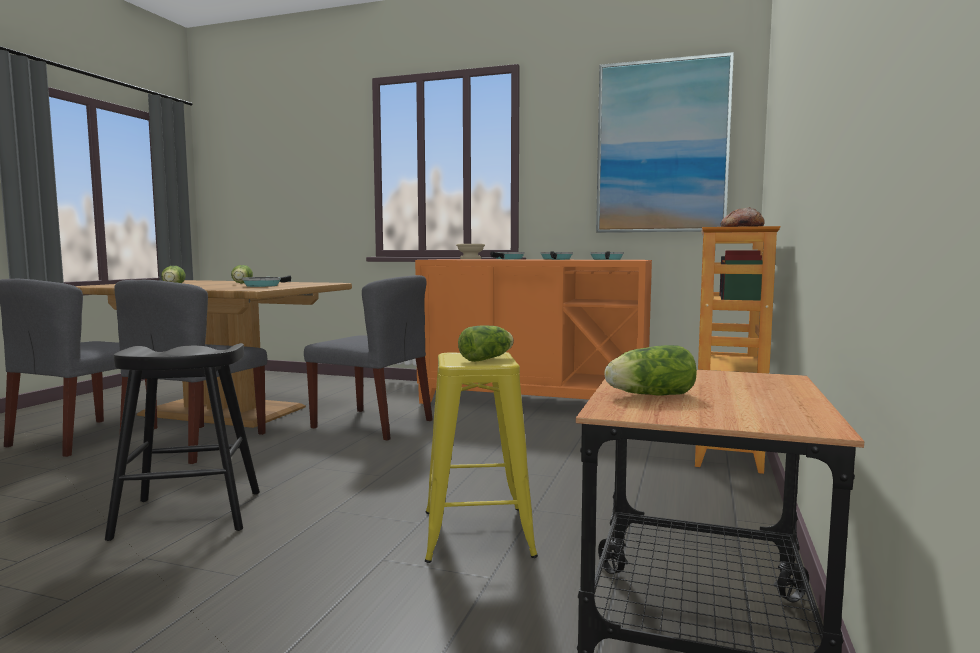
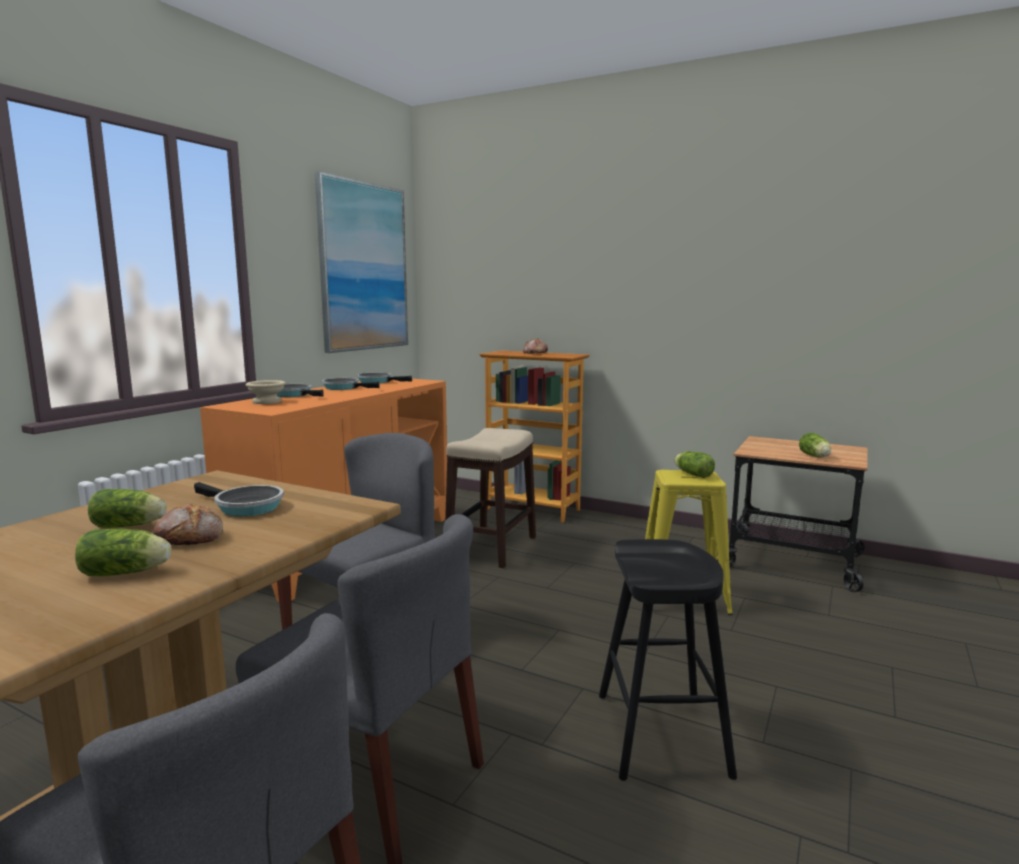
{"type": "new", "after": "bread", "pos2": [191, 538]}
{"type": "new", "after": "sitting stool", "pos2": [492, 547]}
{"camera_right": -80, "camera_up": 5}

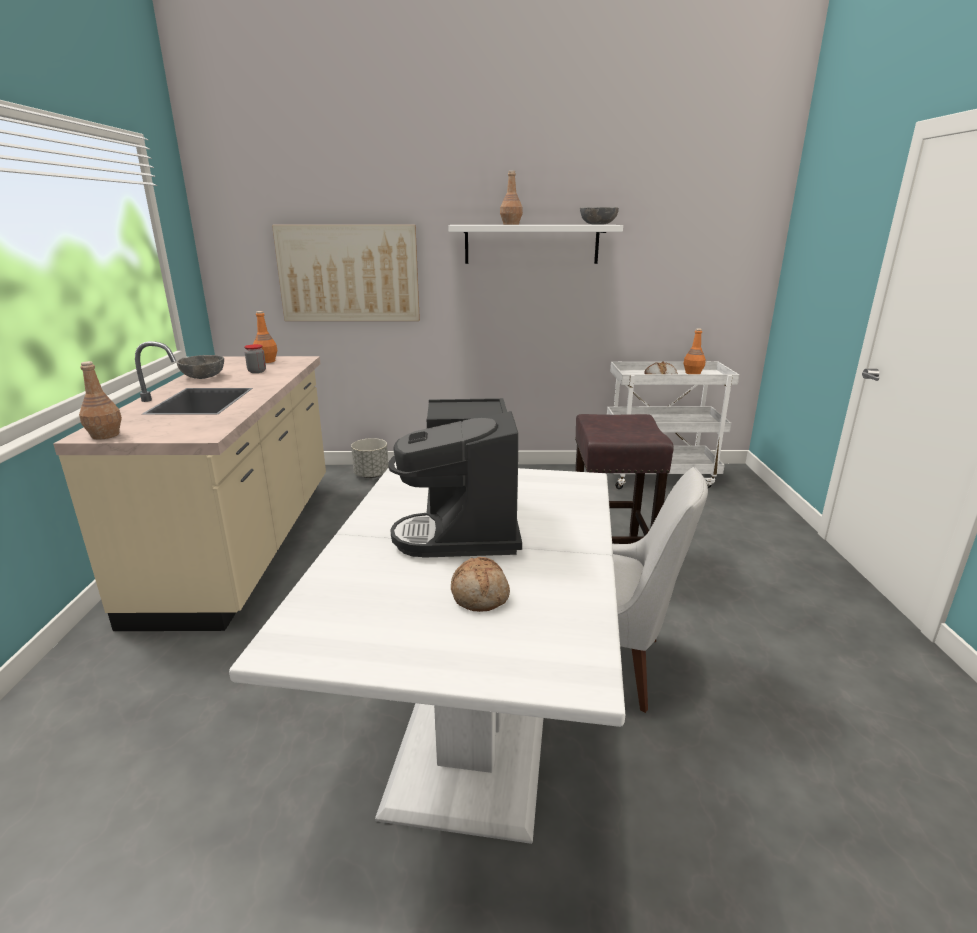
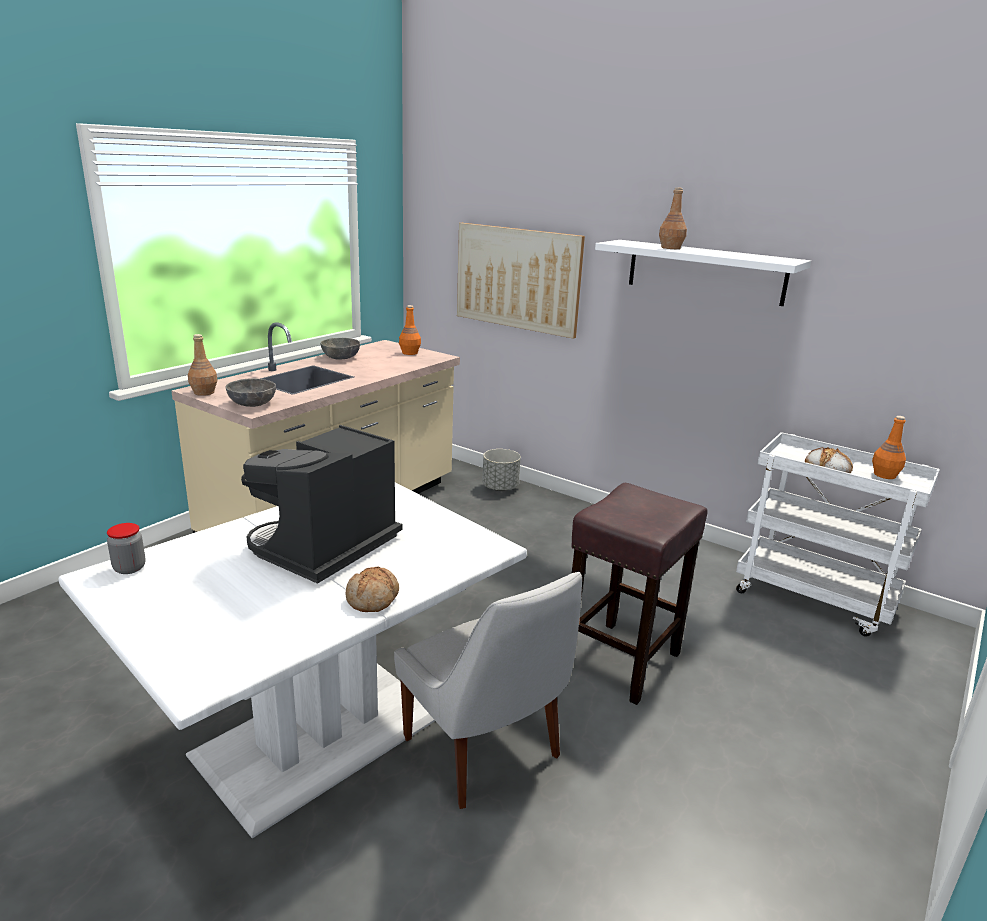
{"type": "shifted", "before": "preserve jar", "pos1": [257, 371], "pos2": [129, 568]}
{"type": "shifted", "before": "bread", "pos1": [480, 595], "pos2": [373, 599]}
{"type": "shifted", "before": "gray bowl", "pos1": [598, 224], "pos2": [252, 404]}
{"camera_right": 35, "camera_up": 0}

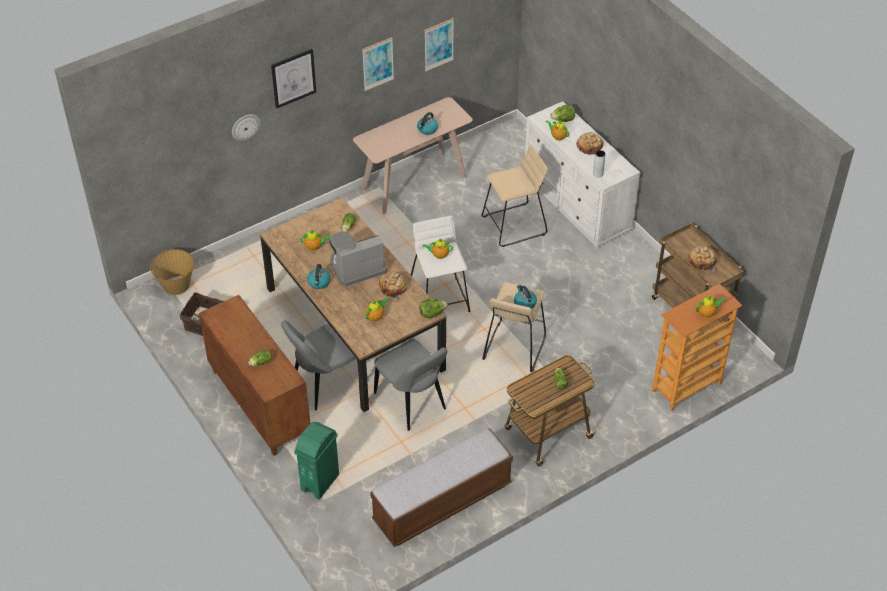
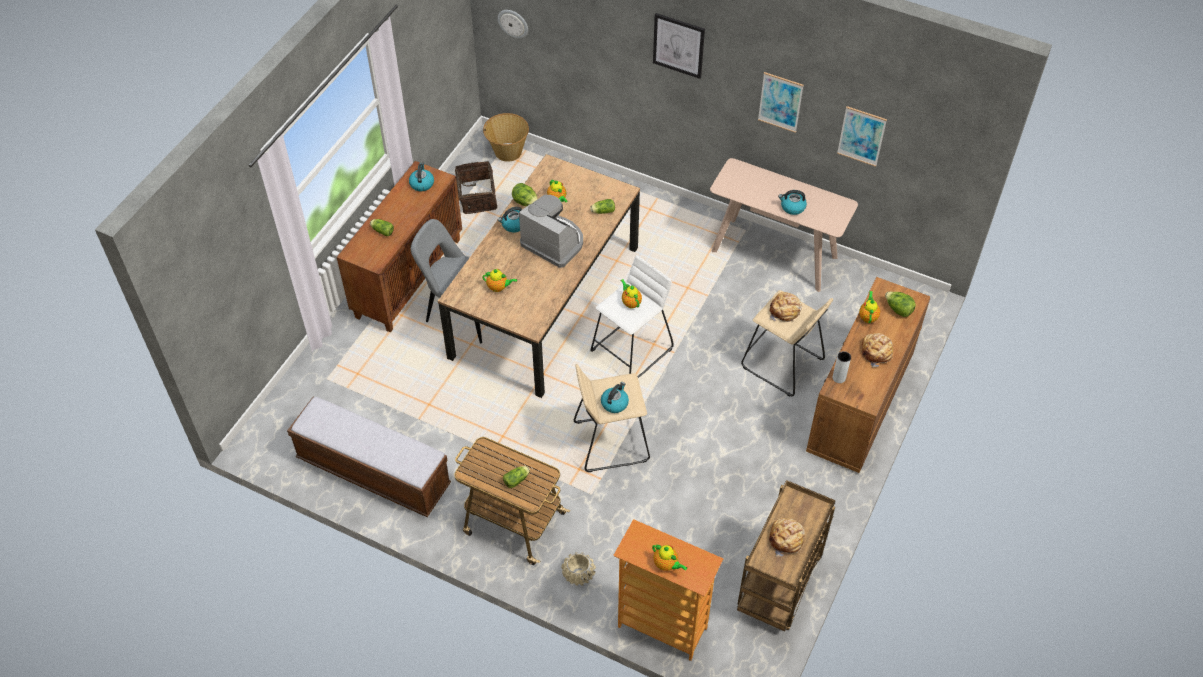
{"type": "gone", "before": "green trash can", "pos1": [320, 482]}
{"type": "gone", "before": "gray plain chair", "pos1": [412, 403]}
{"type": "new", "after": "water kettle", "pos2": [422, 183]}
{"type": "new", "after": "sand-coloured planter", "pos2": [578, 574]}
{"type": "shifted", "before": "wall clock", "pos1": [245, 126], "pos2": [513, 23]}
{"type": "shifted", "before": "bread", "pos1": [393, 287], "pos2": [785, 311]}
{"type": "shifted", "before": "lettuce", "pos1": [432, 313], "pos2": [525, 202]}
{"type": "repainted", "before": "white-coloured chest of drawers", "after": "brownish chest of drawers", "pos1": [577, 204], "pos2": [859, 405]}
{"camera_right": 60, "camera_up": 5}

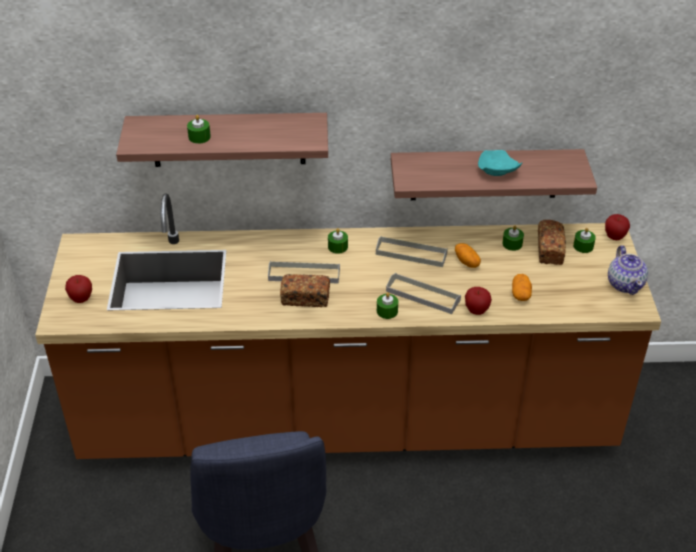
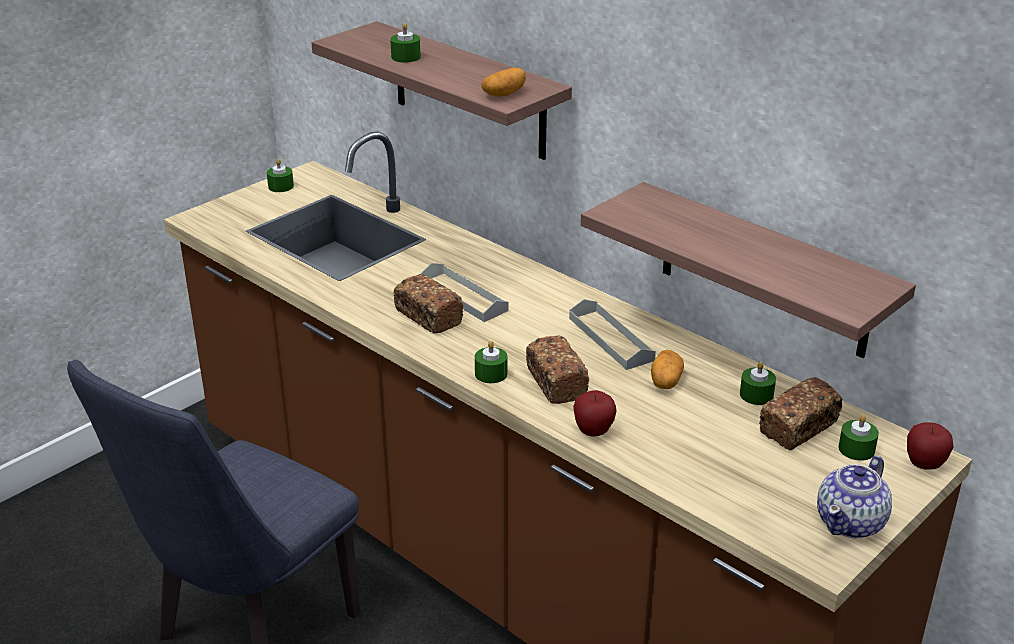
{"type": "gone", "before": "whole apple", "pos1": [81, 299]}
{"type": "gone", "before": "turquoise-coloured dinner plate", "pos1": [496, 171]}
{"type": "shifted", "before": "green wax light", "pos1": [338, 247], "pos2": [281, 186]}
{"type": "shifted", "before": "whole potato", "pos1": [520, 294], "pos2": [504, 94]}
{"type": "swapped", "before": "gray carrying tray", "after": "bread", "pos1": [423, 295], "pos2": [555, 383]}
{"camera_right": 45, "camera_up": -10}

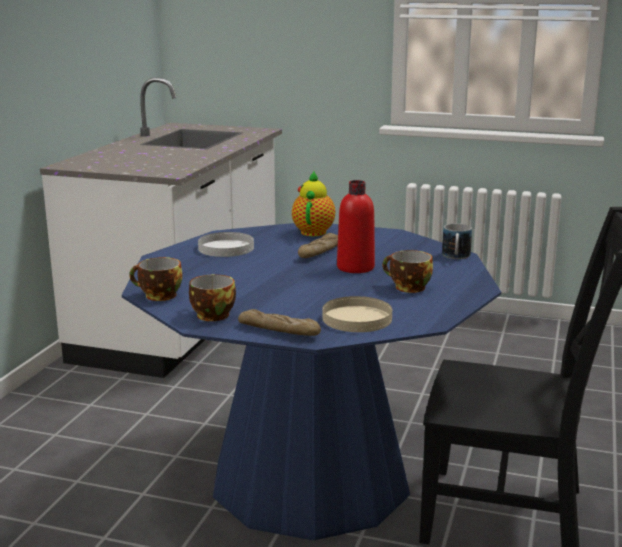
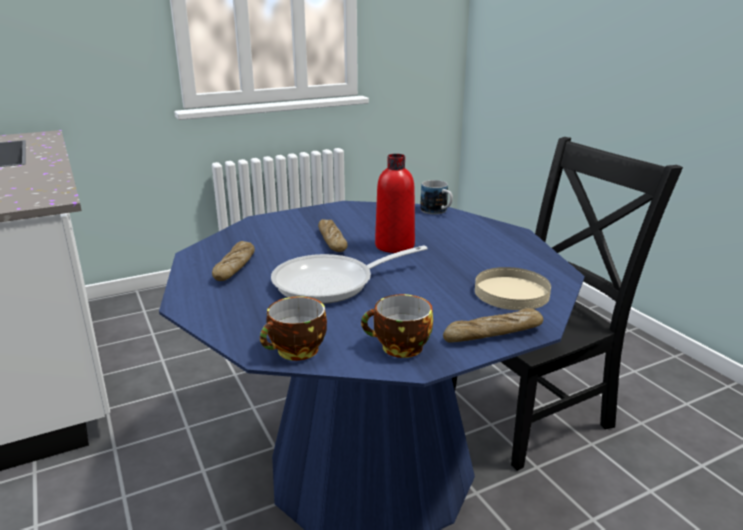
{"type": "gone", "before": "teapot", "pos1": [314, 231]}
{"type": "gone", "before": "small cup", "pos1": [407, 288]}
{"type": "new", "after": "frying pan", "pos2": [332, 284]}
{"type": "swapped", "before": "white-coloured dinner plate", "after": "bread", "pos1": [225, 248], "pos2": [235, 267]}
{"camera_right": -45, "camera_up": 5}

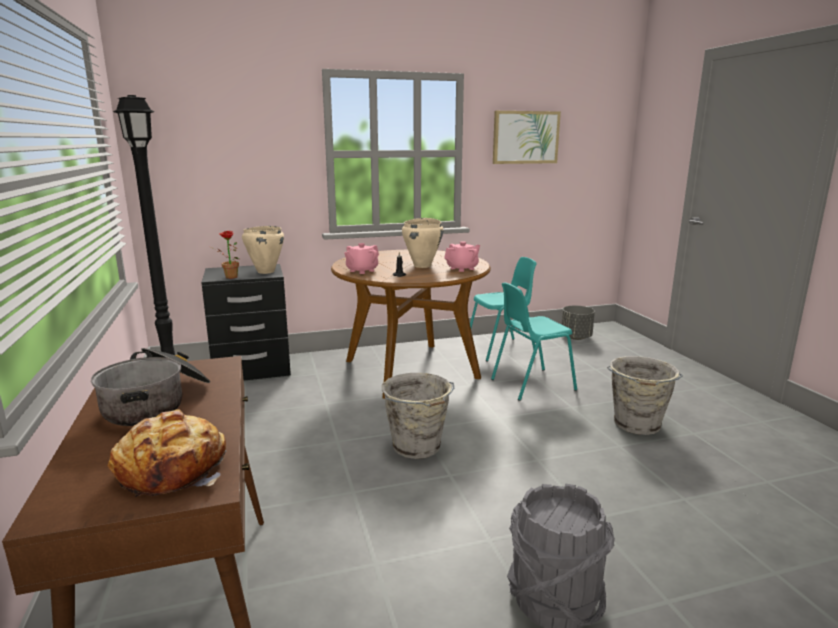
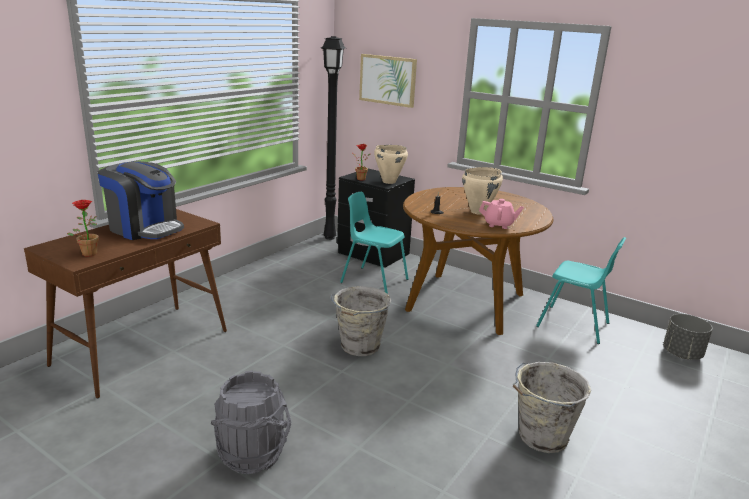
{"type": "gone", "before": "pinkish teapot", "pos1": [362, 271]}
{"type": "shifted", "before": "turquoise-coloured plain chair", "pos1": [531, 384], "pos2": [373, 281]}
{"type": "shifted", "before": "wall art", "pos1": [525, 137], "pos2": [388, 80]}
{"type": "swapped", "before": "saucepot", "after": "coffee brewer", "pos1": [157, 403], "pos2": [145, 228]}
{"type": "swapped", "before": "bread", "after": "plant in a pot", "pos1": [173, 469], "pos2": [88, 252]}
{"camera_right": 50, "camera_up": 5}

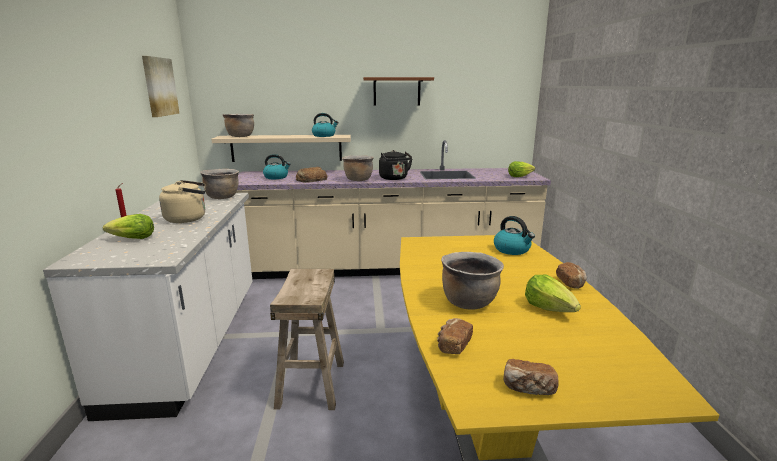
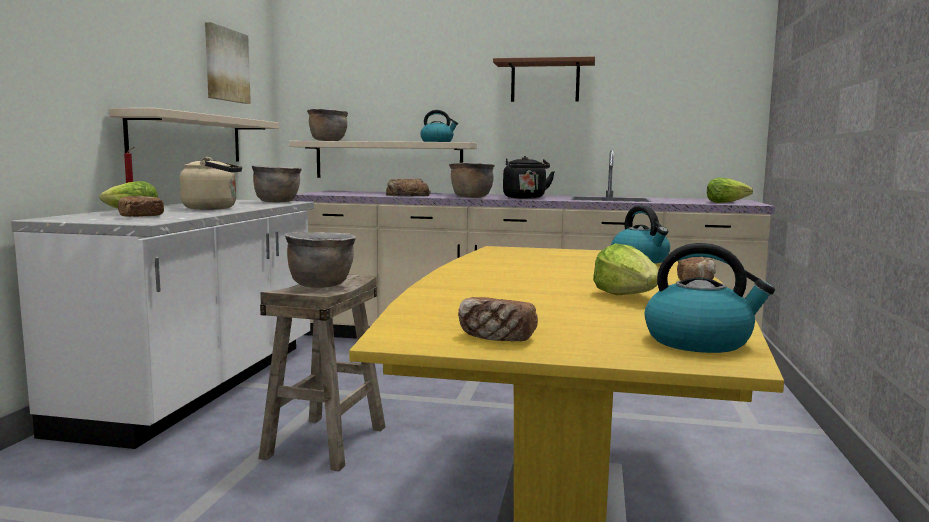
{"type": "new", "after": "sand-coloured wall shelf", "pos2": [188, 139]}
{"type": "shifted", "before": "water kettle", "pos1": [276, 177], "pos2": [699, 341]}
{"type": "shifted", "before": "bread", "pos1": [453, 345], "pos2": [141, 216]}
{"type": "shifted", "before": "brownish saucepot", "pos1": [469, 302], "pos2": [321, 285]}
{"camera_right": 15, "camera_up": -10}

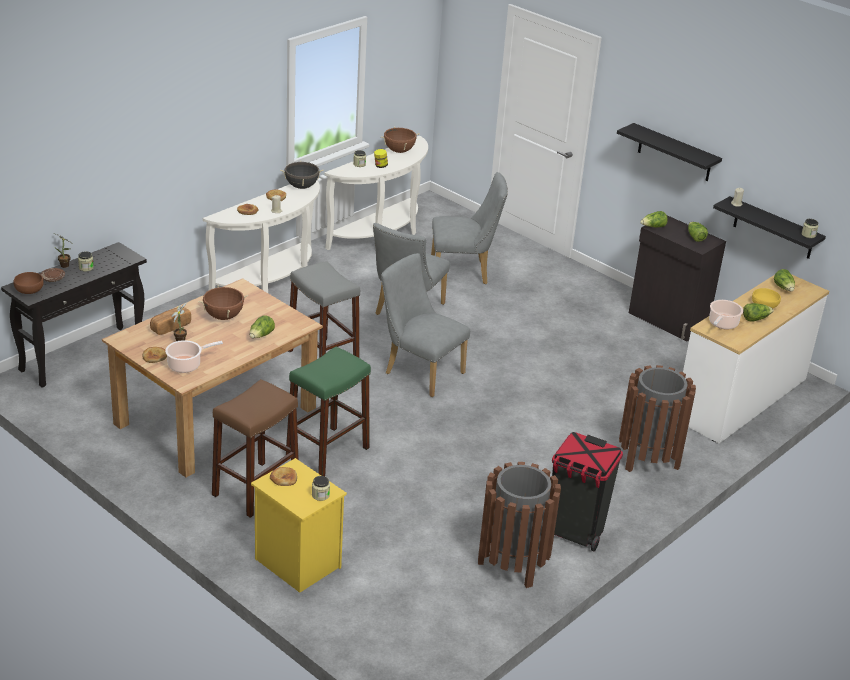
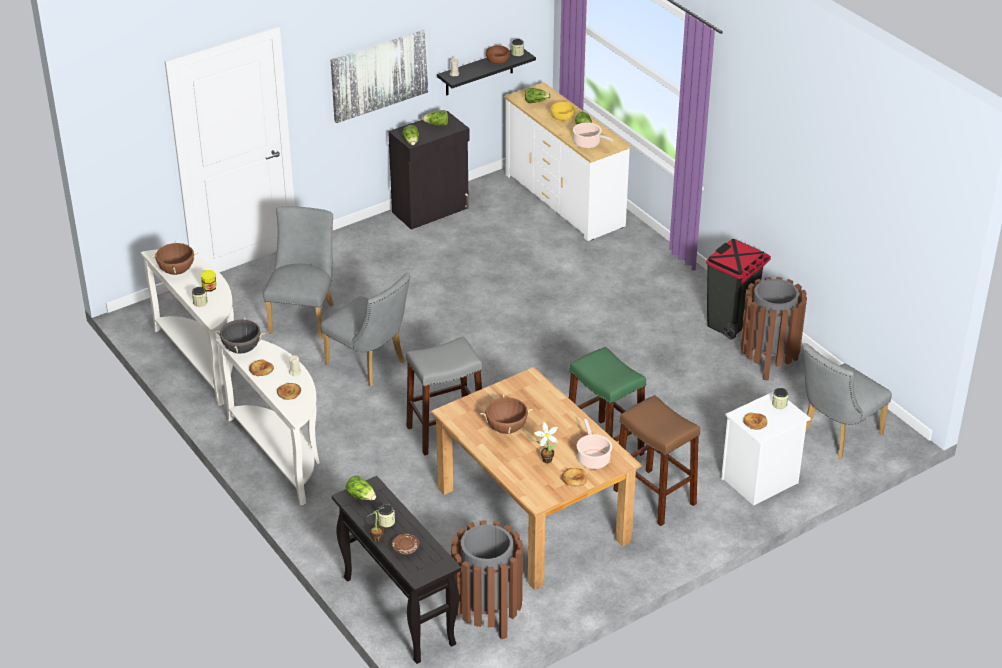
{"type": "gone", "before": "bread", "pos1": [170, 327]}
{"type": "shifted", "before": "brownish bowl", "pos1": [29, 290], "pos2": [497, 61]}
{"type": "shifted", "before": "lettuce", "pos1": [261, 336], "pos2": [361, 496]}
{"type": "shifted", "before": "gray plain chair", "pos1": [419, 371], "pos2": [836, 436]}
{"type": "shifted", "before": "brownish trash can", "pos1": [648, 458], "pos2": [487, 616]}
{"type": "swapped", "before": "black wall shelf", "after": "wall art", "pos1": [674, 153], "pos2": [379, 75]}
{"type": "repainted", "before": "yellowish bedside table", "after": "white-coloured bedside table", "pos1": [295, 563], "pos2": [760, 482]}
{"camera_right": -75, "camera_up": 5}

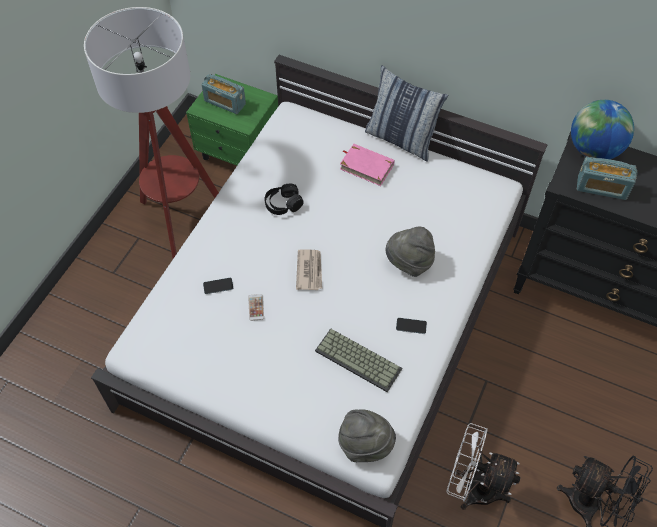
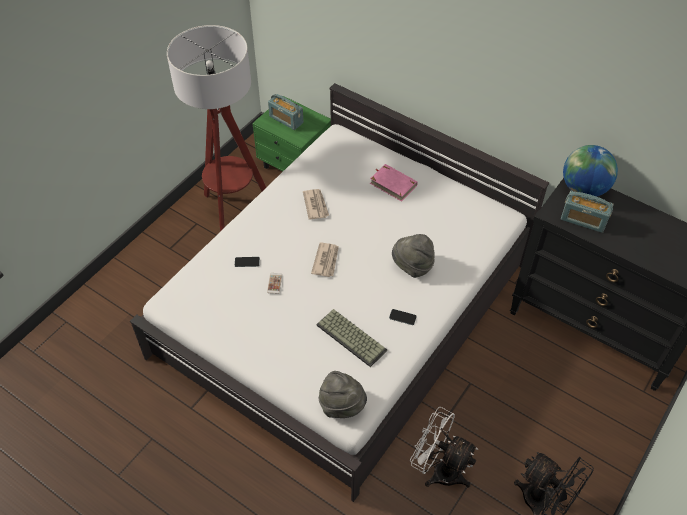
{"type": "gone", "before": "cushion", "pos1": [401, 139]}
{"type": "swapped", "before": "black pair of headphones", "after": "printed paper", "pos1": [283, 204], "pos2": [315, 205]}
{"camera_right": 10, "camera_up": -5}

